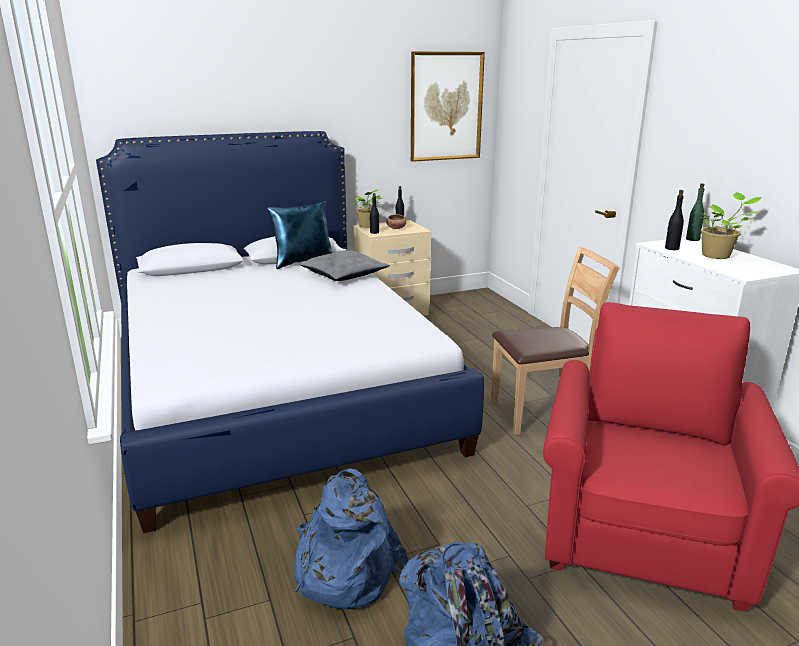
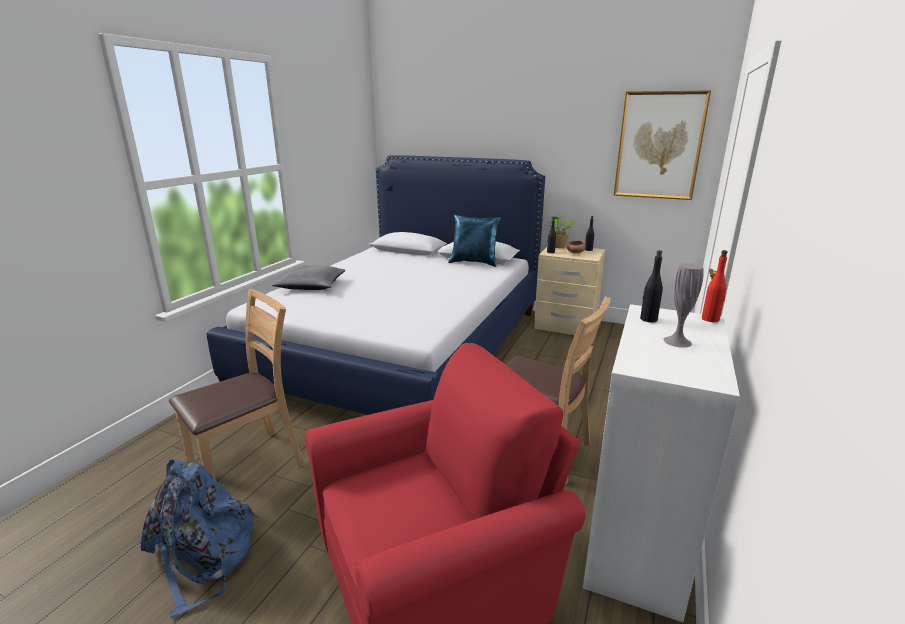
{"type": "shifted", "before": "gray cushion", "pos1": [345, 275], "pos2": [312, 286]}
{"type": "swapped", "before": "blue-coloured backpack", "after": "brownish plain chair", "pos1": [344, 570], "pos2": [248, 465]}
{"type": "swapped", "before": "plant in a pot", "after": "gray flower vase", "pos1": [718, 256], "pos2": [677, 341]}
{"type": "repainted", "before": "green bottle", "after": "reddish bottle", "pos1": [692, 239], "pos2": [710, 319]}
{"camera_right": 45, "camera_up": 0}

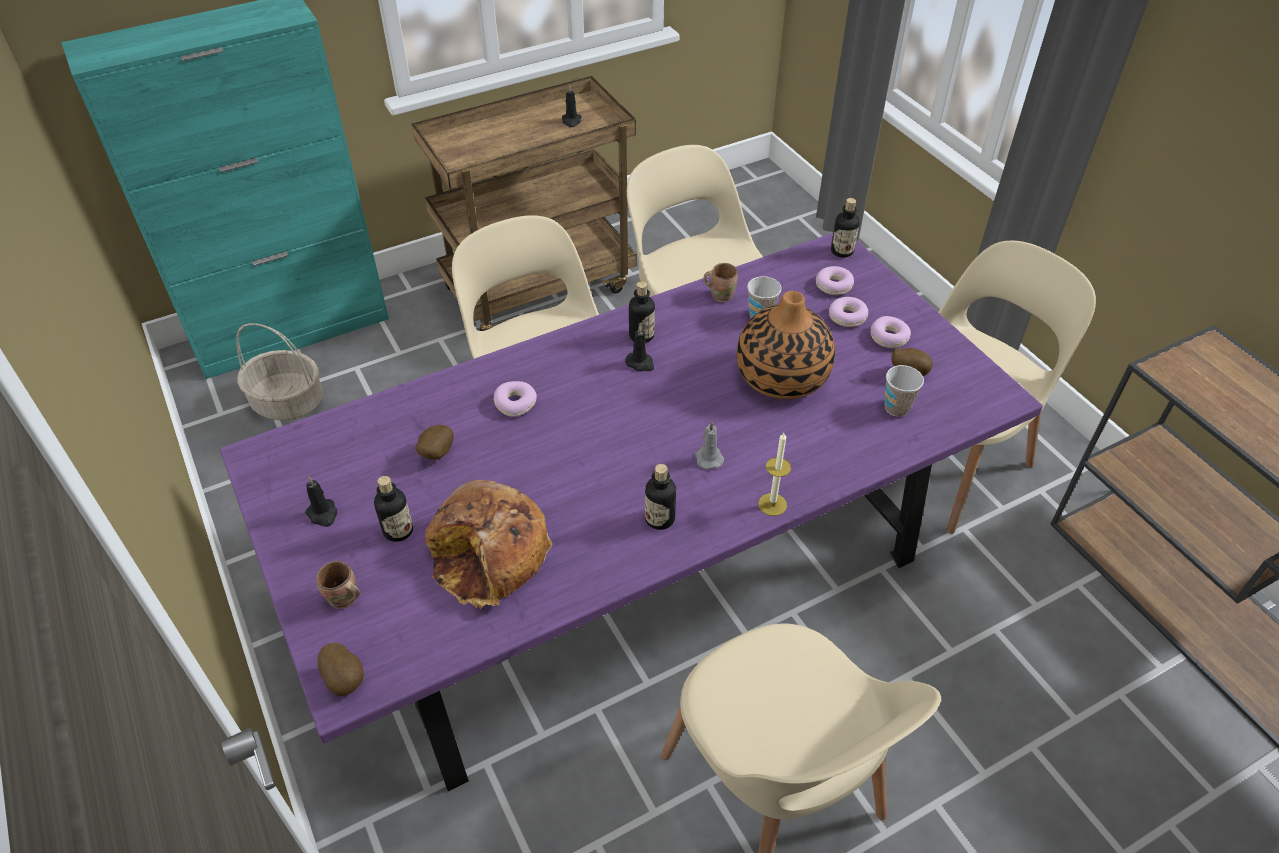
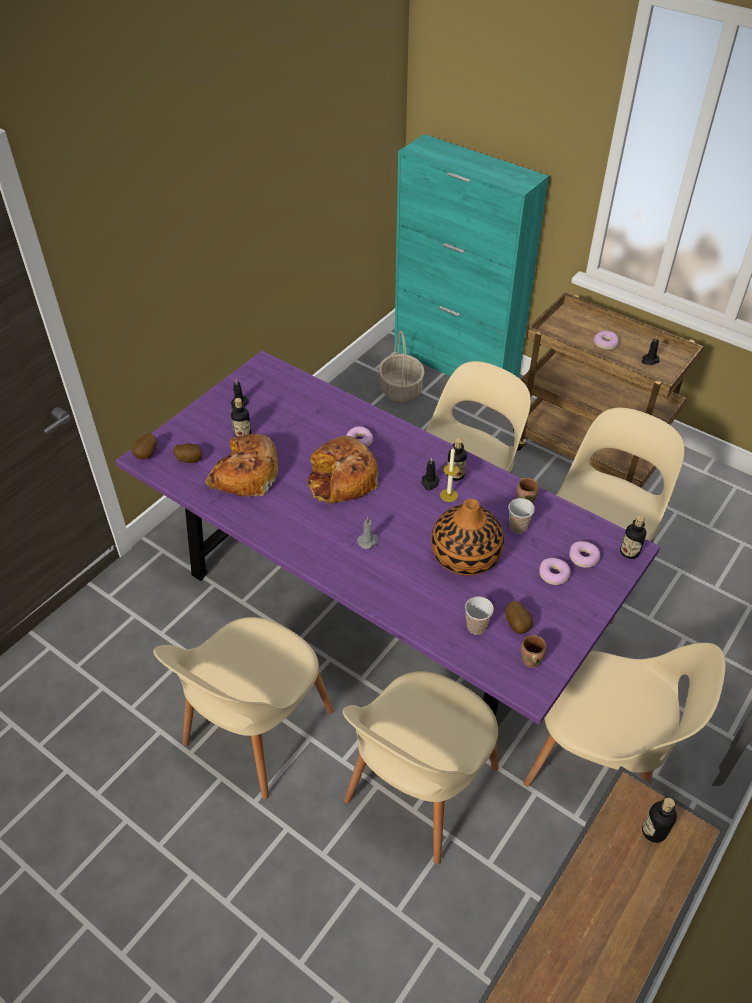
{"type": "new", "after": "bread", "pos2": [342, 480]}
{"type": "new", "after": "sand-coloured plain chair", "pos2": [419, 788]}
{"type": "shifted", "before": "brownish mug", "pos1": [343, 600], "pos2": [530, 661]}
{"type": "shifted", "before": "whole potato", "pos1": [436, 454], "pos2": [190, 460]}
{"type": "shifted", "before": "bottle", "pos1": [660, 519], "pos2": [654, 831]}
{"type": "shifted", "before": "wax light", "pos1": [772, 504], "pos2": [449, 495]}
{"type": "shifted", "before": "ring doughnut", "pos1": [888, 338], "pos2": [605, 344]}
{"camera_right": 65, "camera_up": 0}

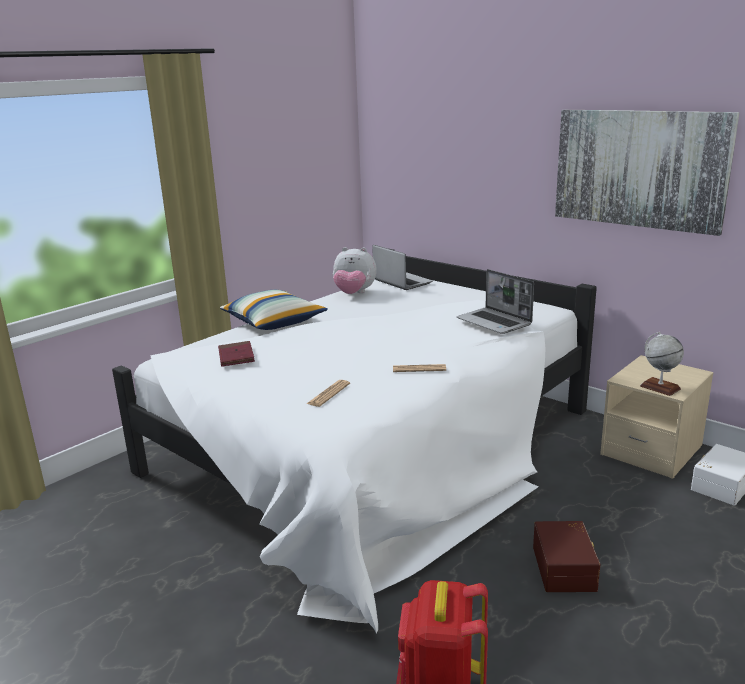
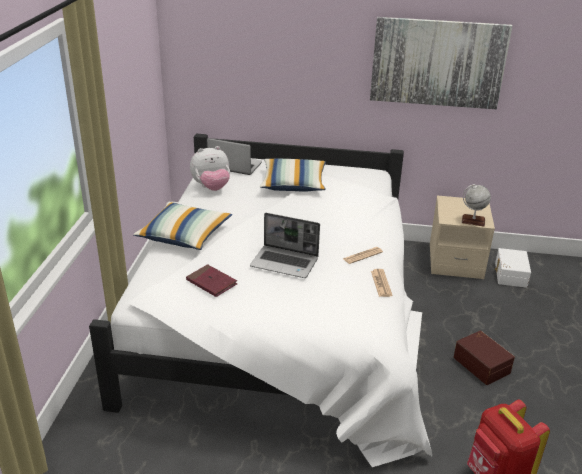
{"type": "new", "after": "cushion", "pos2": [293, 184]}
{"type": "shifted", "before": "printed paper", "pos1": [328, 394], "pos2": [381, 283]}
{"type": "shifted", "before": "notebook computer", "pos1": [495, 322], "pos2": [285, 263]}
{"camera_right": -35, "camera_up": 10}

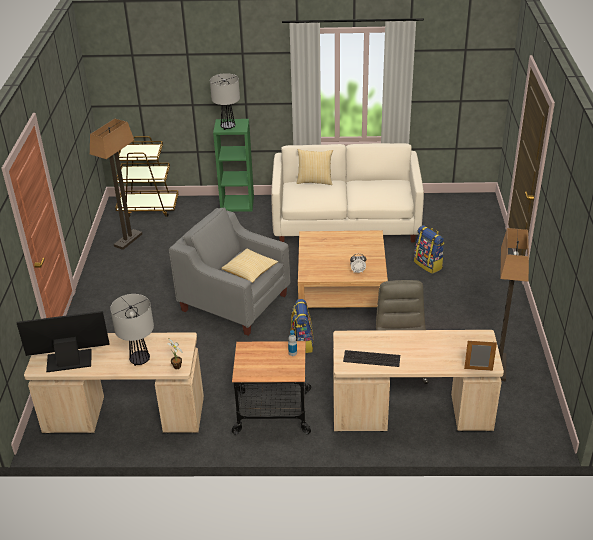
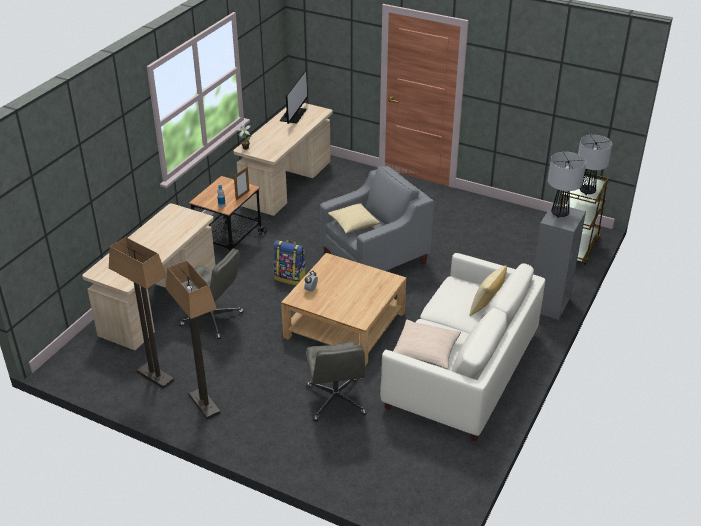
{"type": "gone", "before": "computer keyboard", "pos1": [371, 359]}
{"type": "new", "after": "sand-coloured cushion", "pos2": [425, 351]}
{"type": "shifted", "before": "floor lamp", "pos1": [128, 240], "pos2": [204, 404]}
{"type": "shifted", "before": "lamp for a table", "pos1": [140, 360], "pos2": [587, 191]}
{"type": "shifted", "before": "picture frame", "pos1": [478, 369], "pos2": [242, 195]}
{"type": "swapped", "before": "backpack", "after": "gray desk chair", "pos1": [429, 265], "pos2": [336, 401]}
{"type": "repainted", "before": "green bookcase", "after": "gray bookcase", "pos1": [237, 204], "pos2": [549, 304]}
{"camera_right": 115, "camera_up": 0}

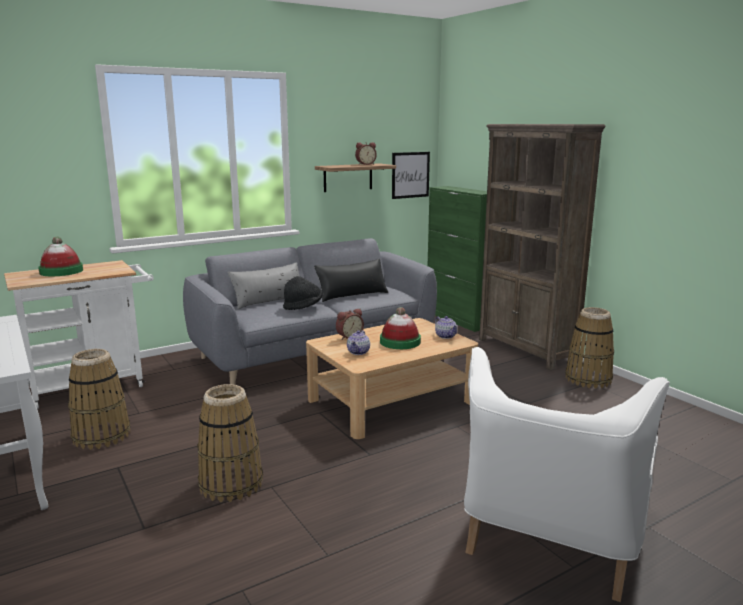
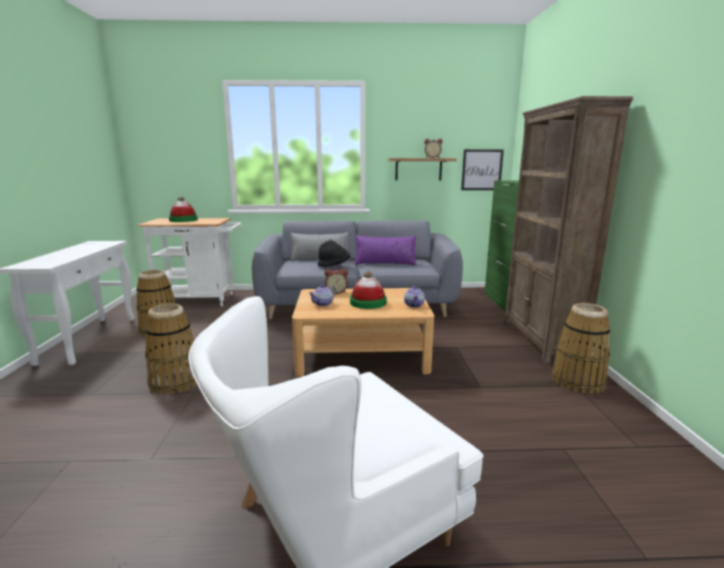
{"type": "repainted", "before": "black cushion", "after": "purplish cushion", "pos1": [352, 295], "pos2": [385, 263]}
{"camera_right": 30, "camera_up": 0}

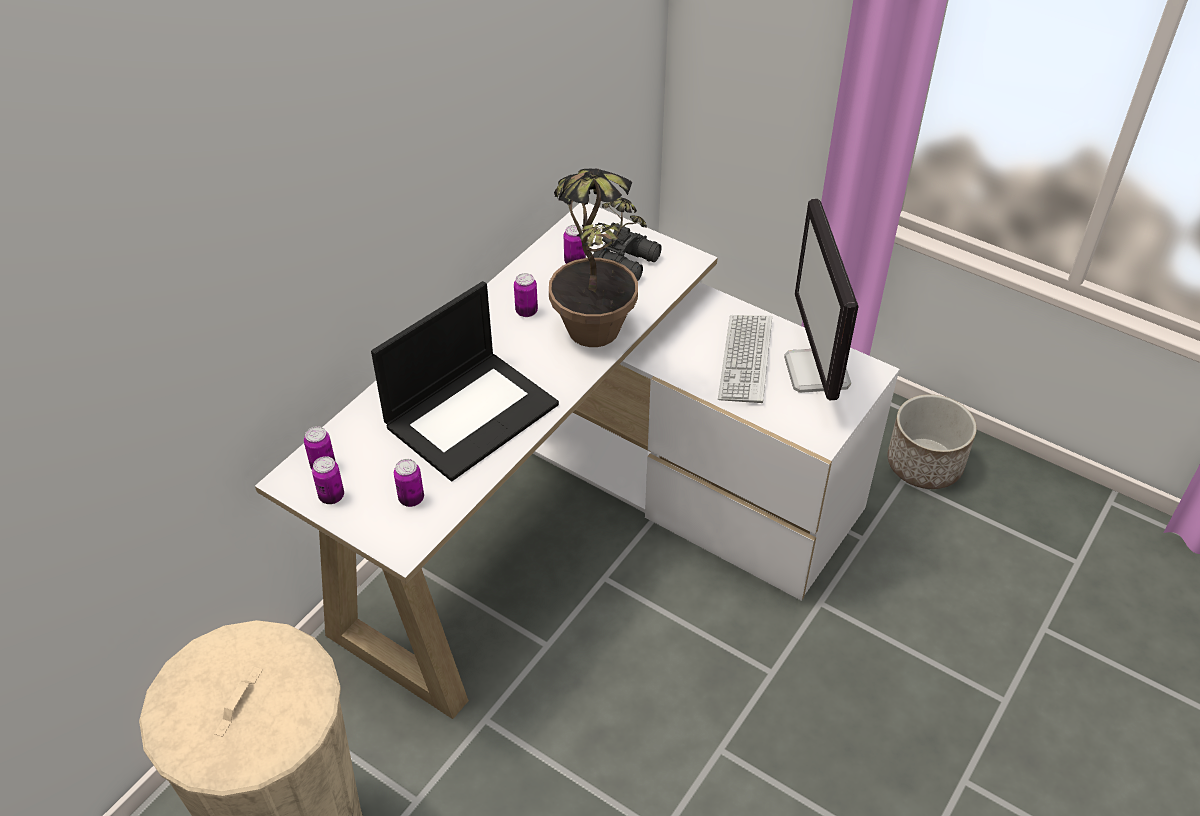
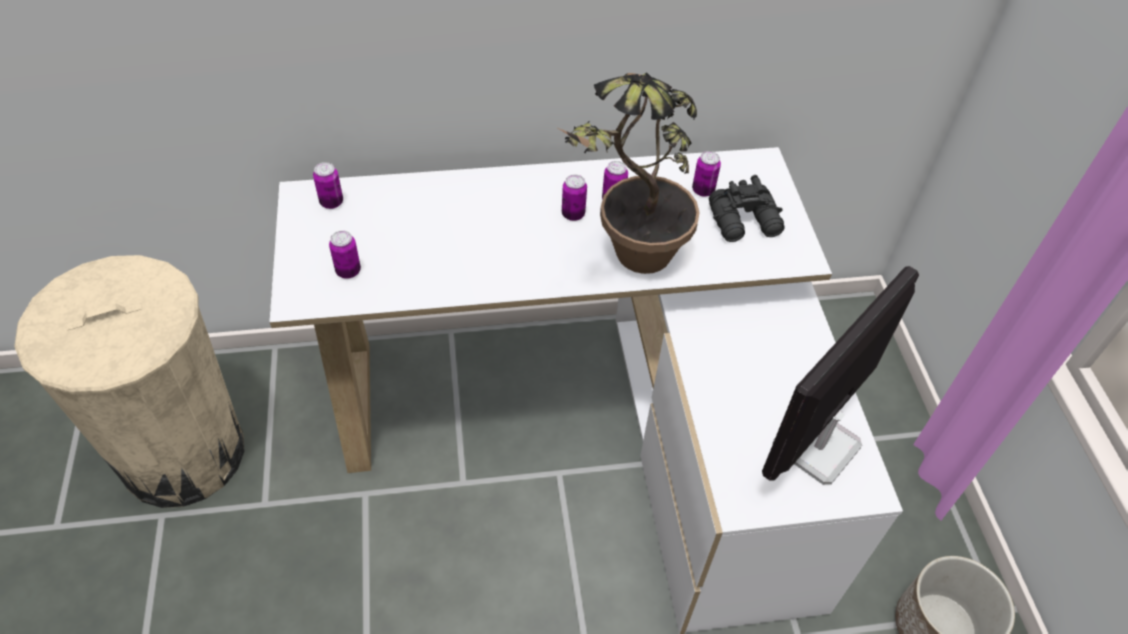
{"type": "gone", "before": "notebook computer", "pos1": [472, 413]}
{"type": "gone", "before": "computer keyboard", "pos1": [745, 359]}
{"type": "shifted", "before": "metal can", "pos1": [331, 496], "pos2": [573, 214]}
{"camera_right": 45, "camera_up": 5}

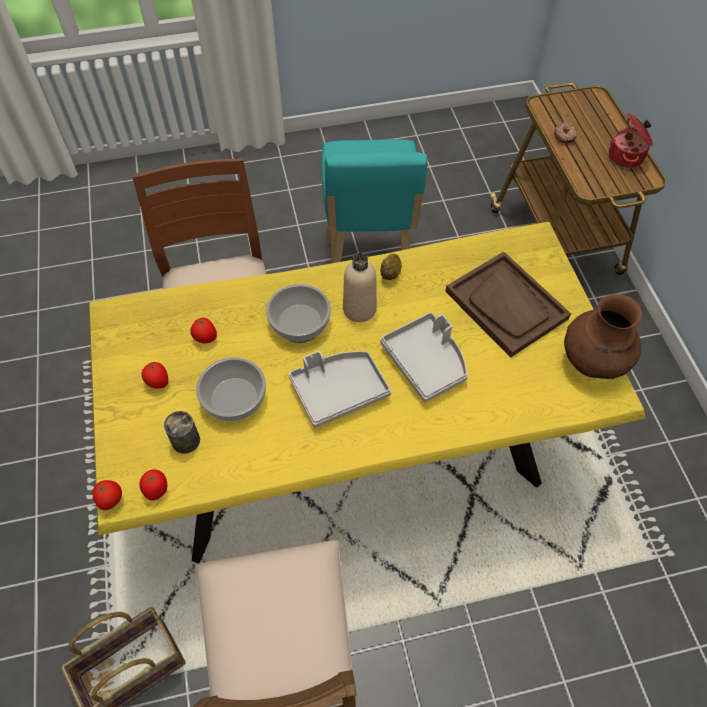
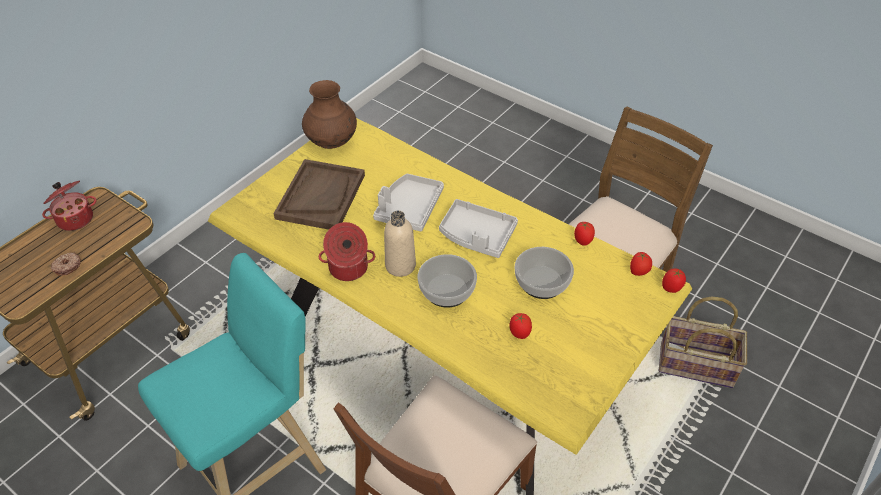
{"type": "gone", "before": "metal can", "pos1": [186, 440]}
{"type": "shifted", "before": "whole tomato", "pos1": [158, 383], "pos2": [582, 241]}
{"type": "swapped", "before": "whole potato", "after": "saucepot", "pos1": [391, 273], "pos2": [348, 269]}
{"camera_right": -130, "camera_up": -10}

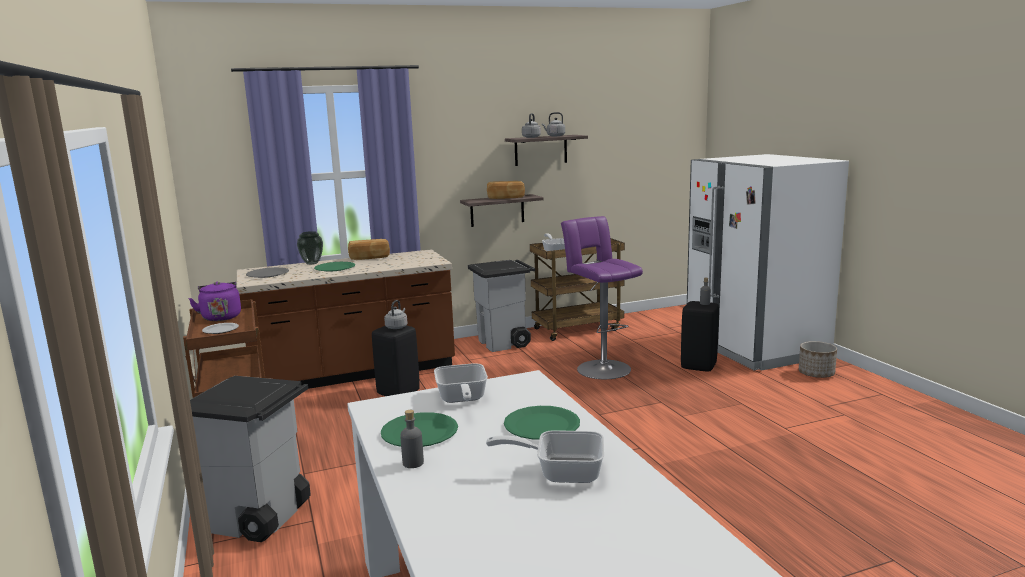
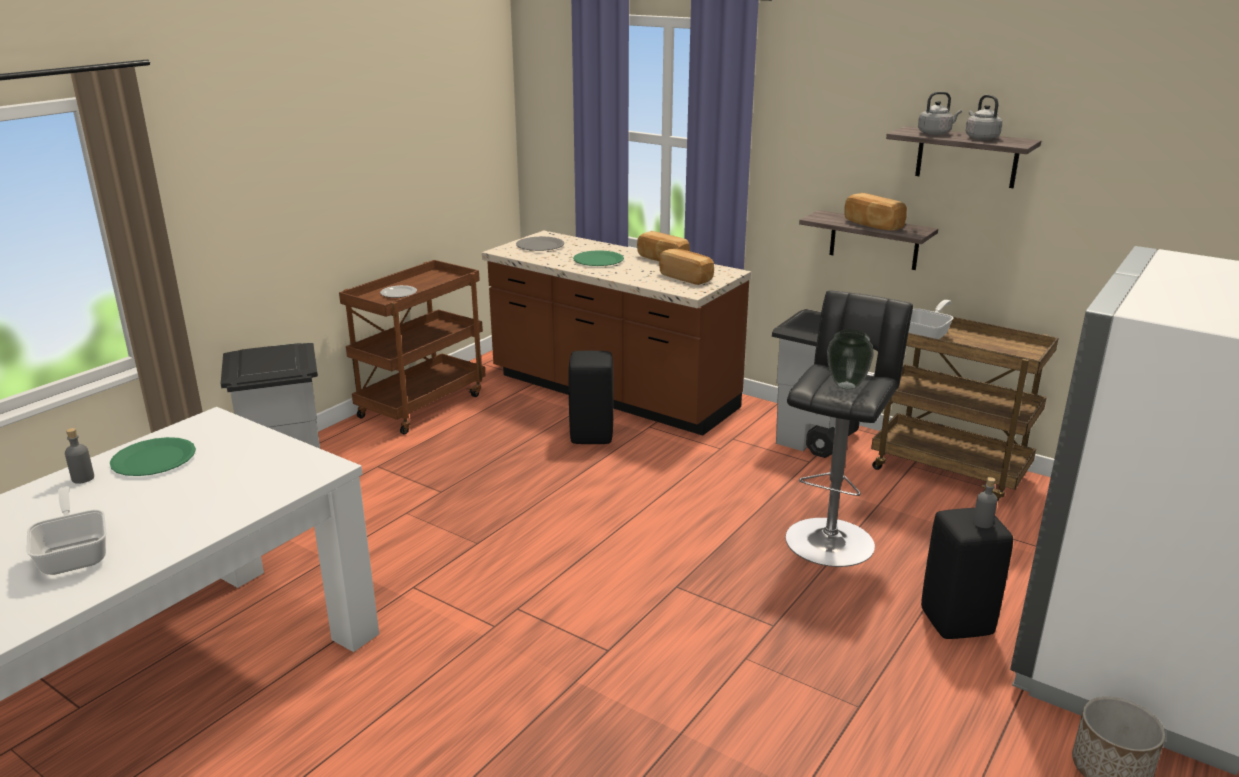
{"type": "gone", "before": "purplish water kettle", "pos1": [221, 317]}
{"type": "gone", "before": "gray water kettle", "pos1": [397, 327]}
{"type": "gone", "before": "frying pan", "pos1": [461, 399]}
{"type": "gone", "before": "green dinner plate", "pos1": [542, 425]}
{"type": "new", "after": "bread", "pos2": [686, 277]}
{"type": "shifted", "before": "flower vase", "pos1": [312, 263], "pos2": [847, 386]}
{"type": "repainted", "before": "purplish sitting stool", "after": "black sitting stool", "pos1": [601, 368], "pos2": [831, 538]}
{"camera_right": 55, "camera_up": 10}

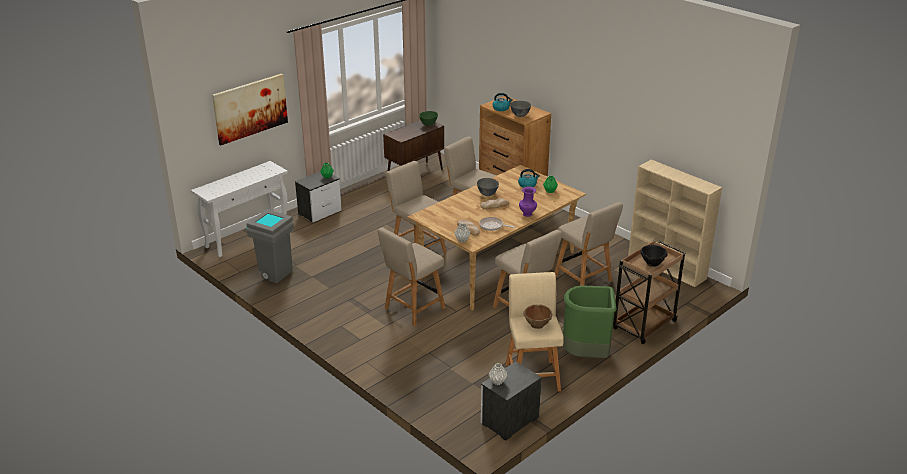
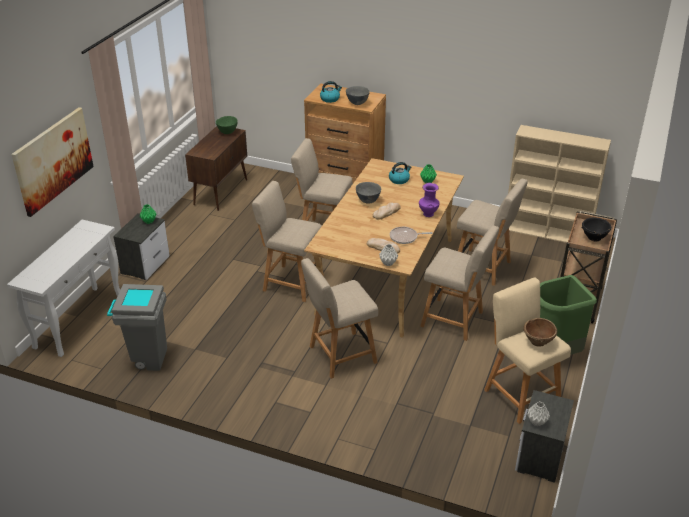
{"type": "rotated", "before": "sand-coloured plain chair", "pos1": [412, 309], "pos2": [339, 355], "turn": 45}
{"camera_right": -25, "camera_up": 5}

